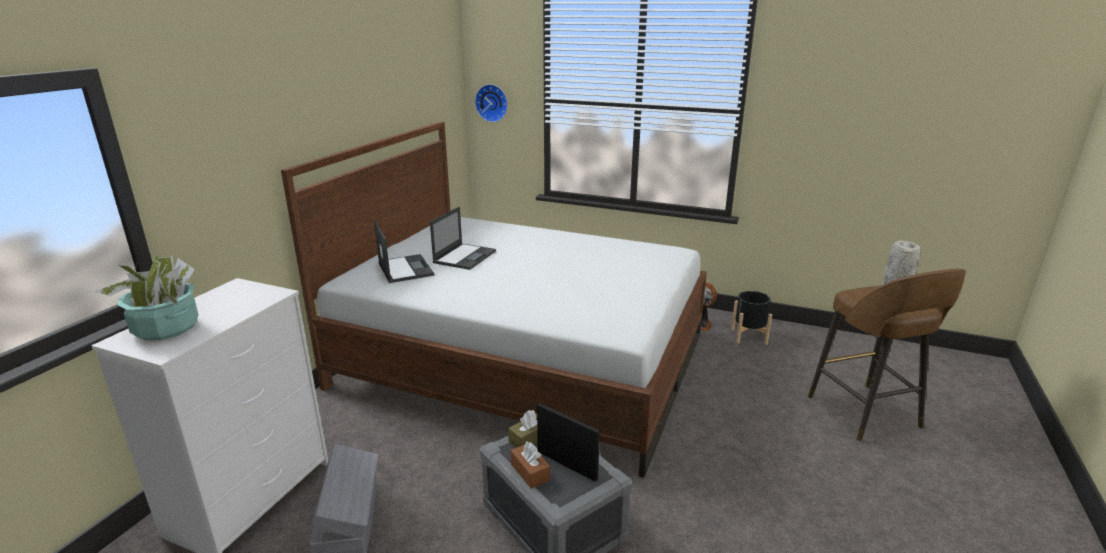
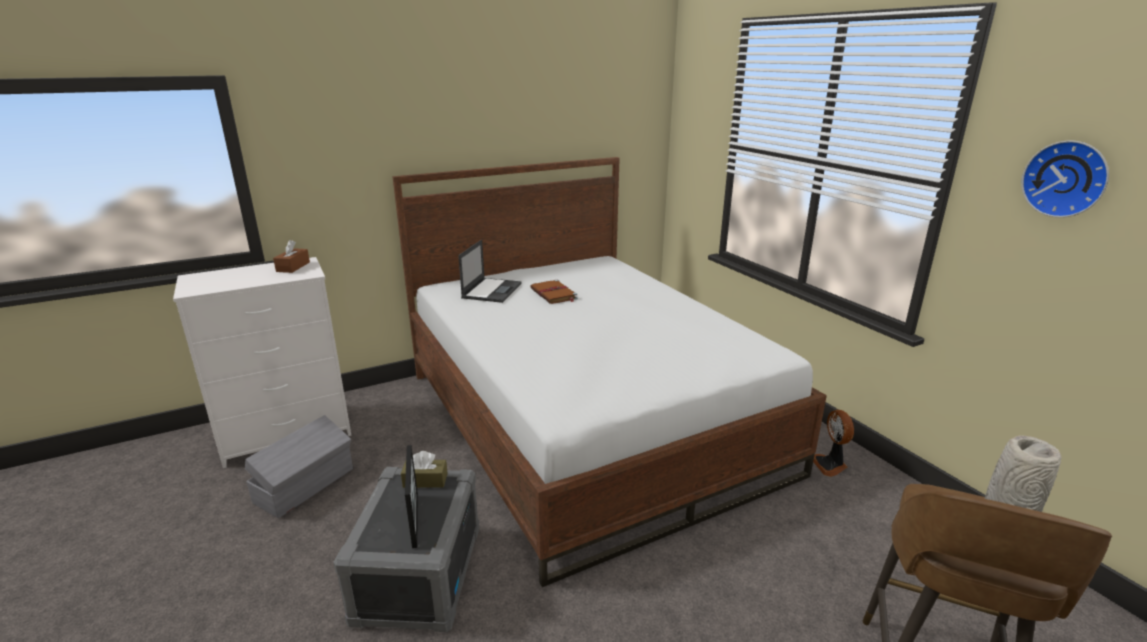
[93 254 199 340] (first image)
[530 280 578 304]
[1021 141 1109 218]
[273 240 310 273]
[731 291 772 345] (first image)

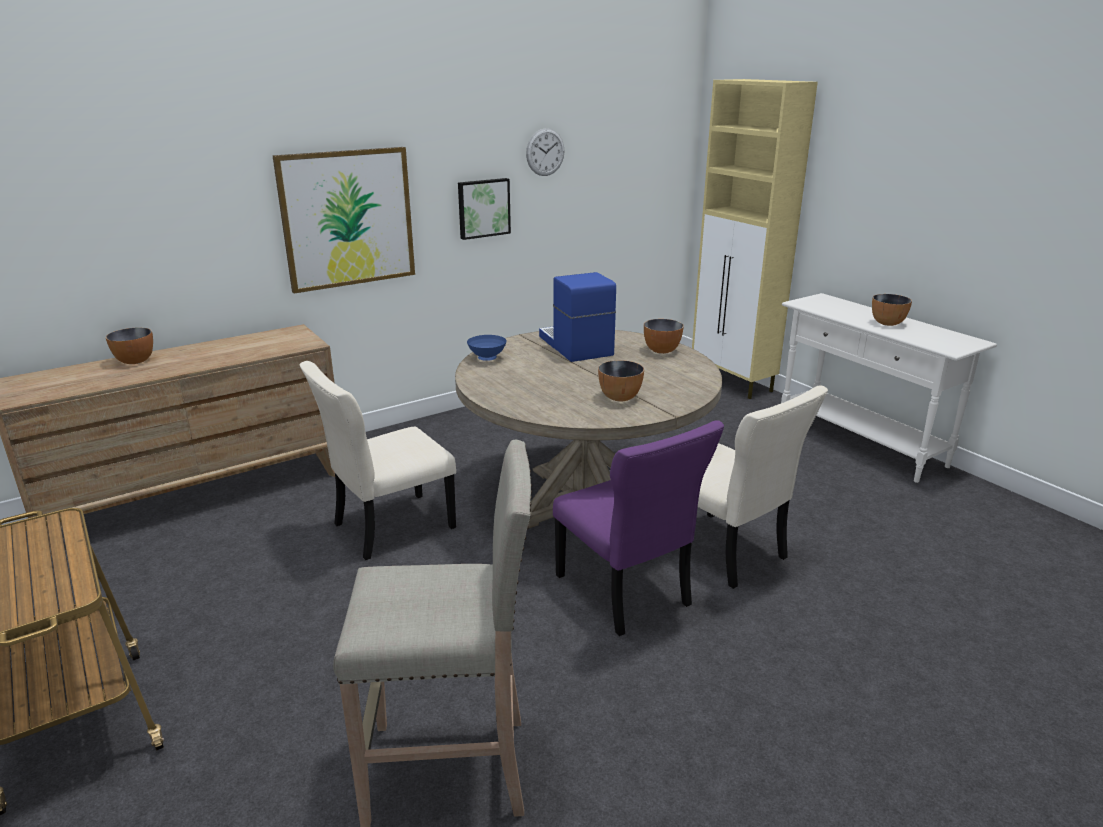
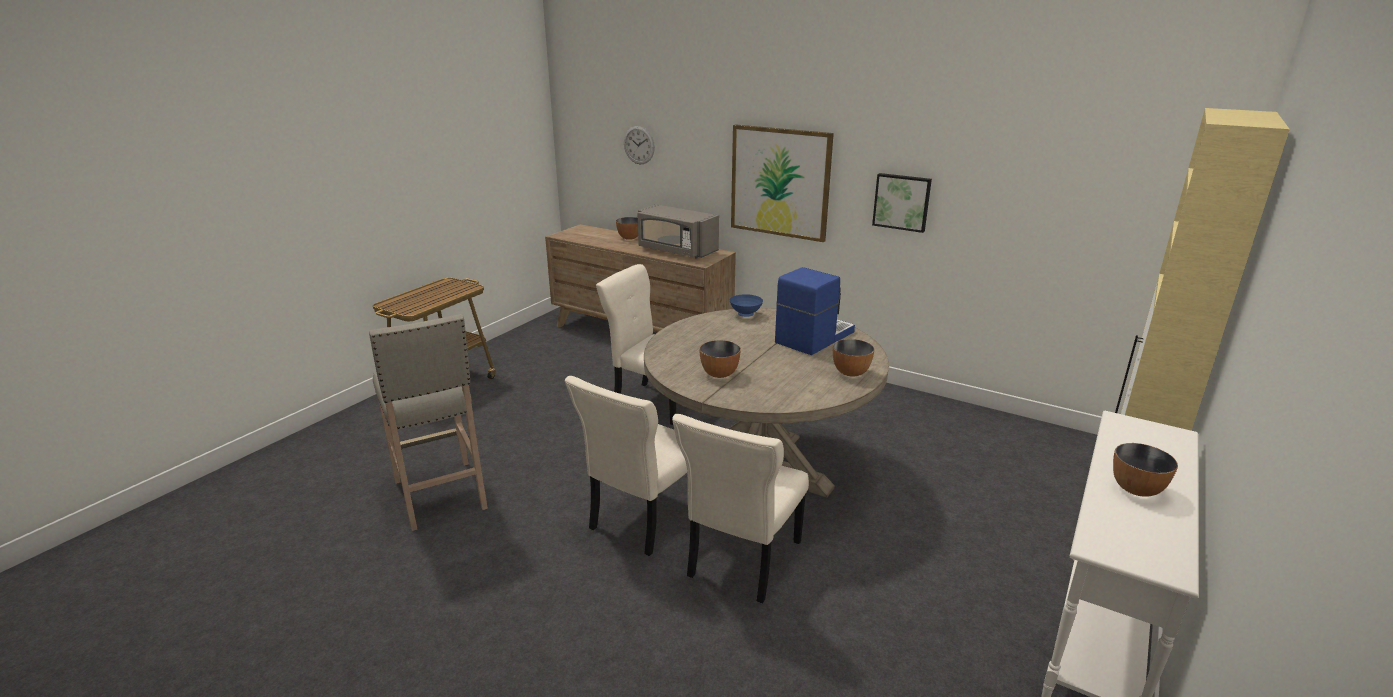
[624 126 655 164]
[565 376 687 556]
[637 204 719 258]

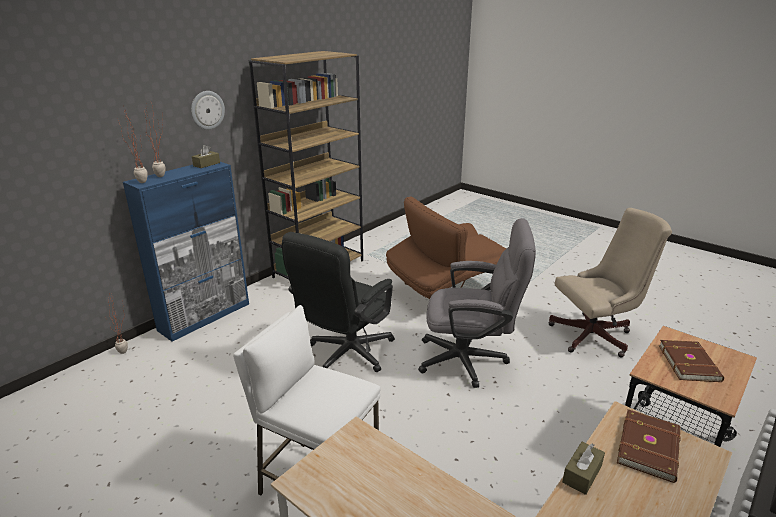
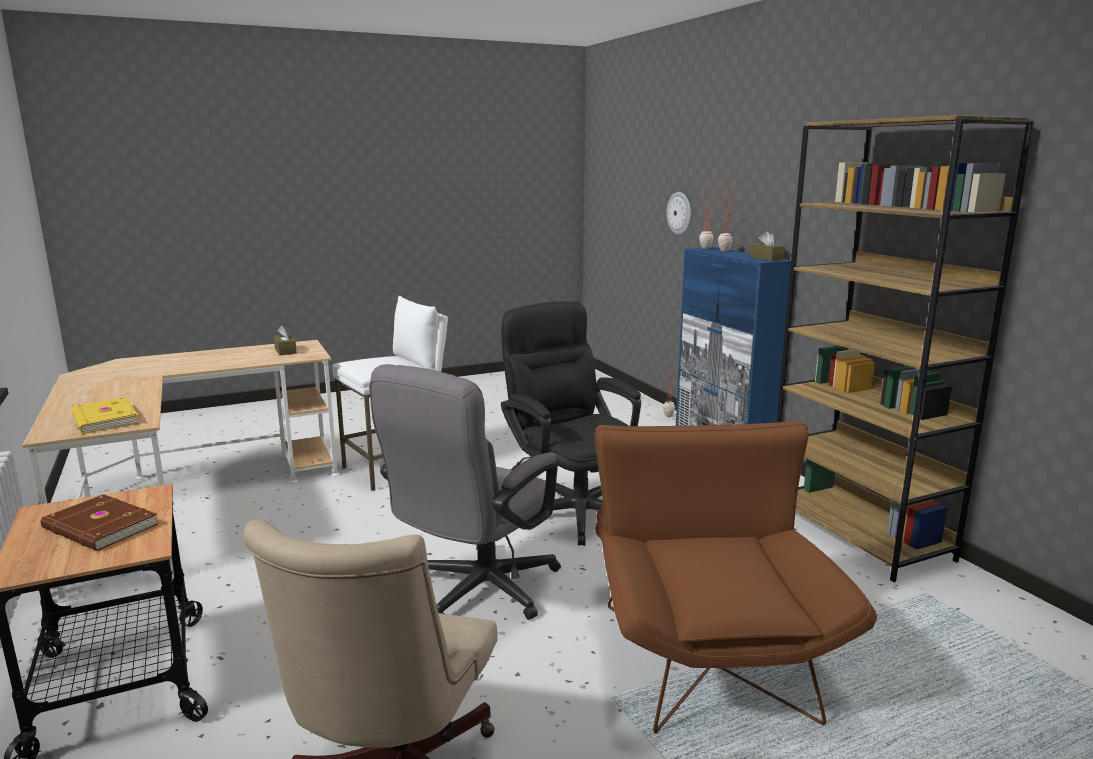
[666 192 691 235]
[274 326 297 356]
[71 397 140 434]

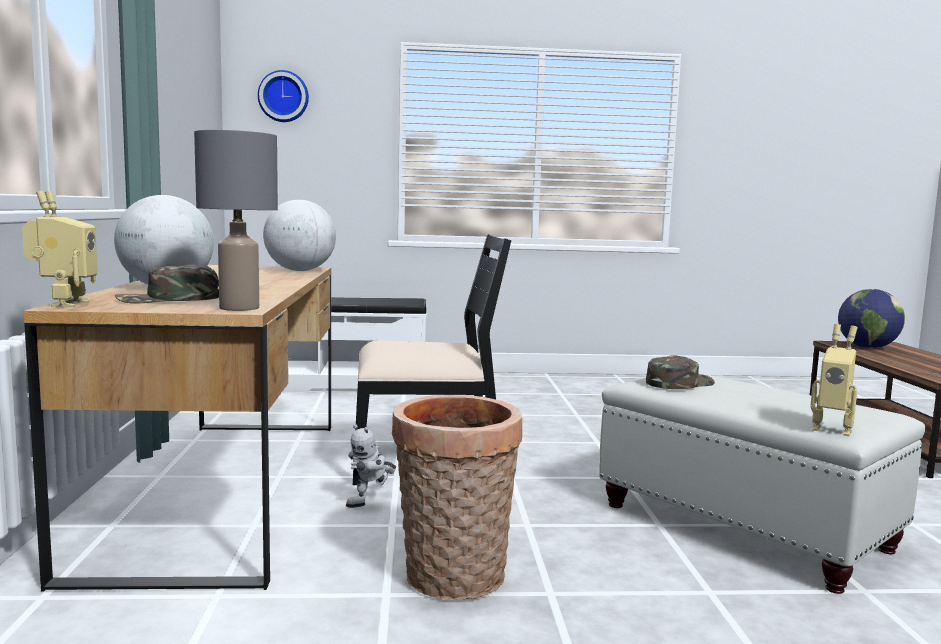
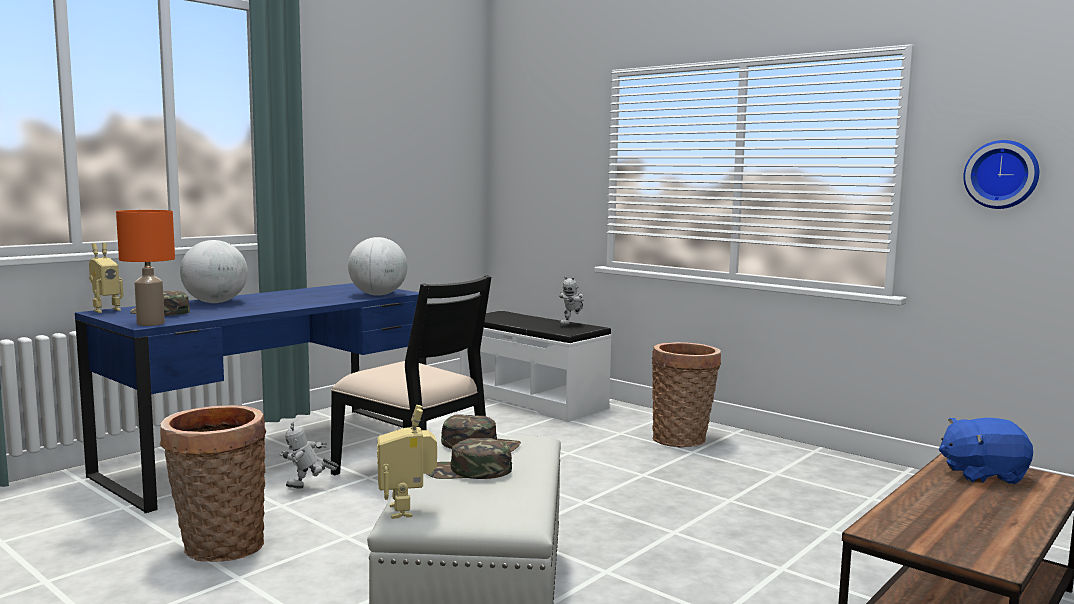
[75 283 427 513]
[116 210 175 326]
[963 140 1039 209]
[939 418 1033 484]
[427 438 512 479]
[559 276 583 325]
[652 342 721 447]

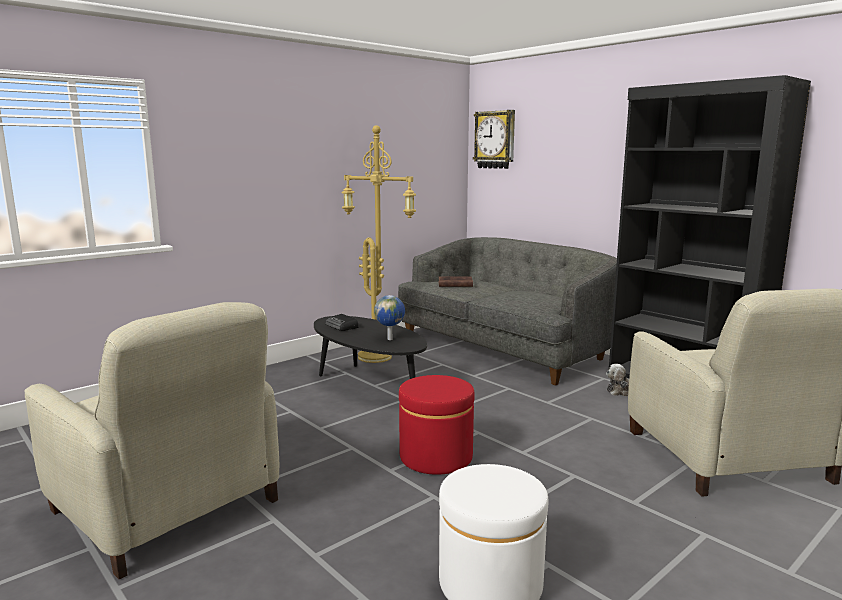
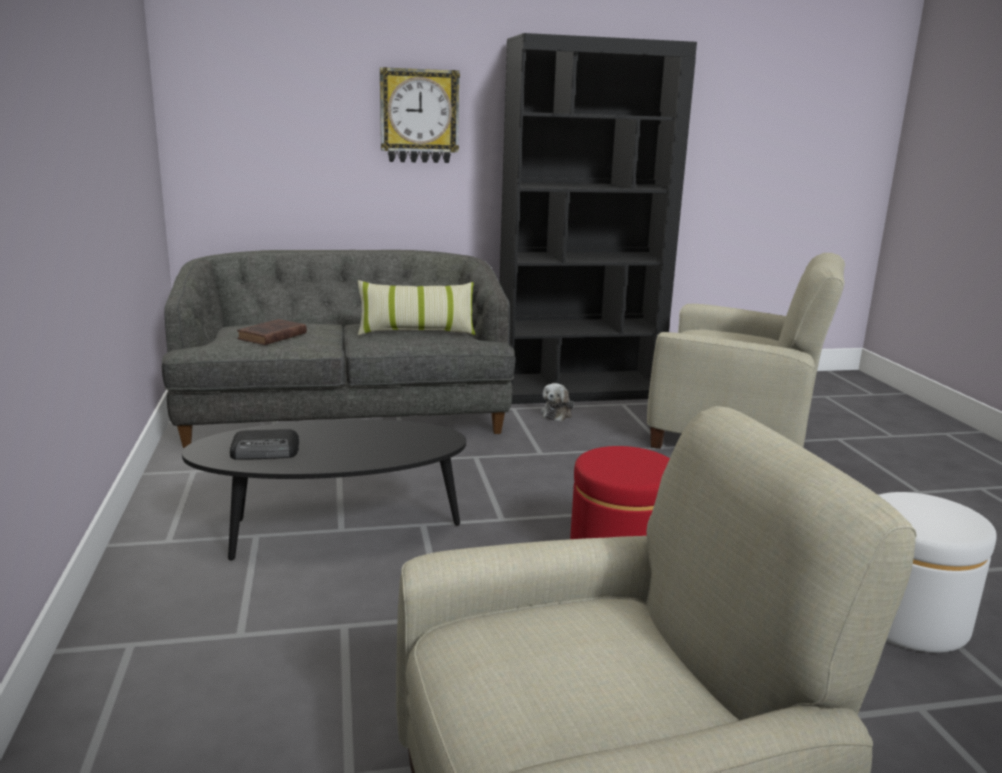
[341 125 416 363] (first image)
[374 295 405 340] (first image)
[380 67 460 163]
[358 280 475 335]

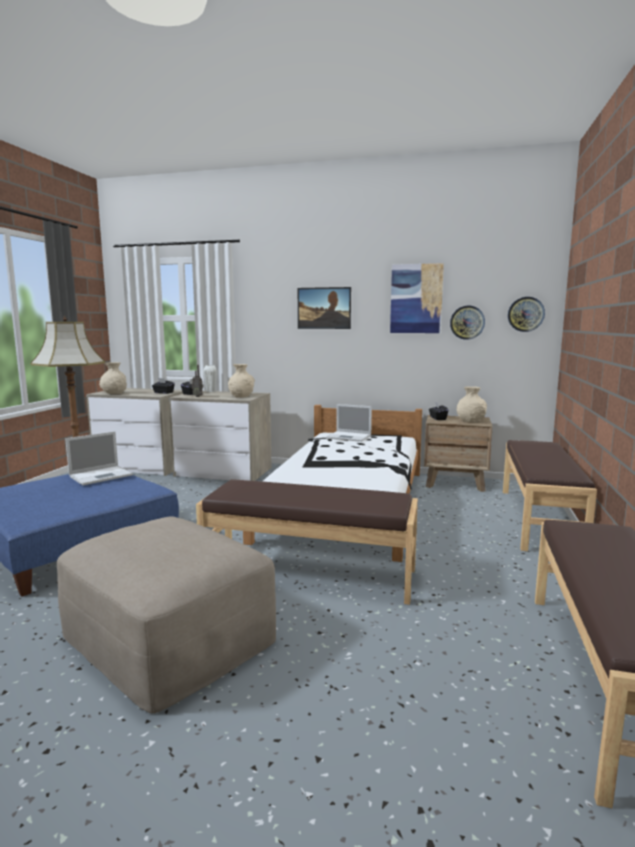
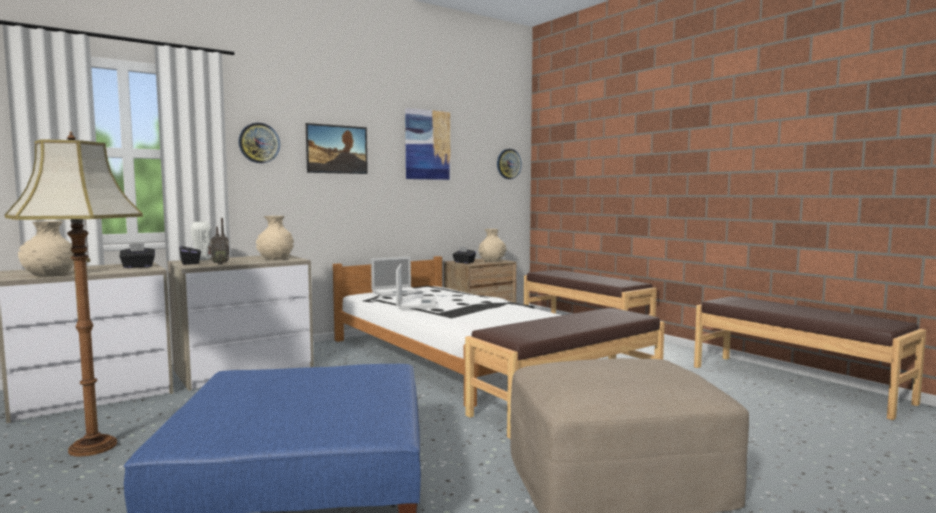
[396 264 436 309]
[239 123 280 163]

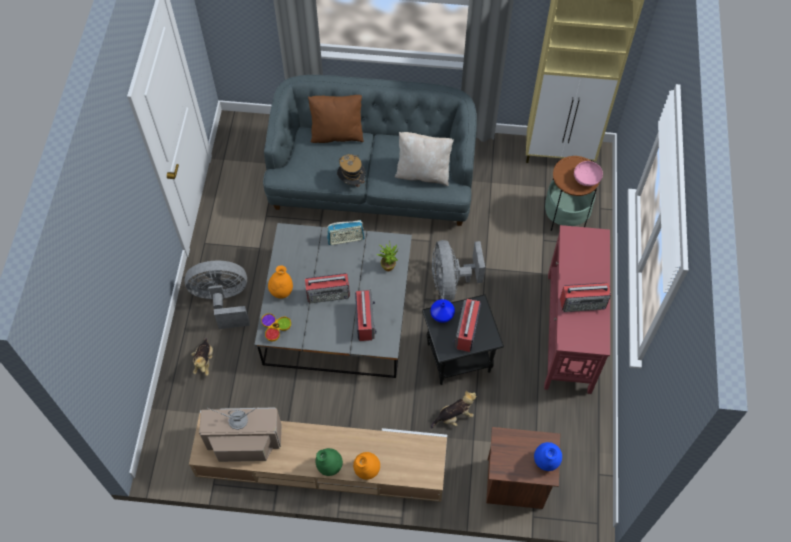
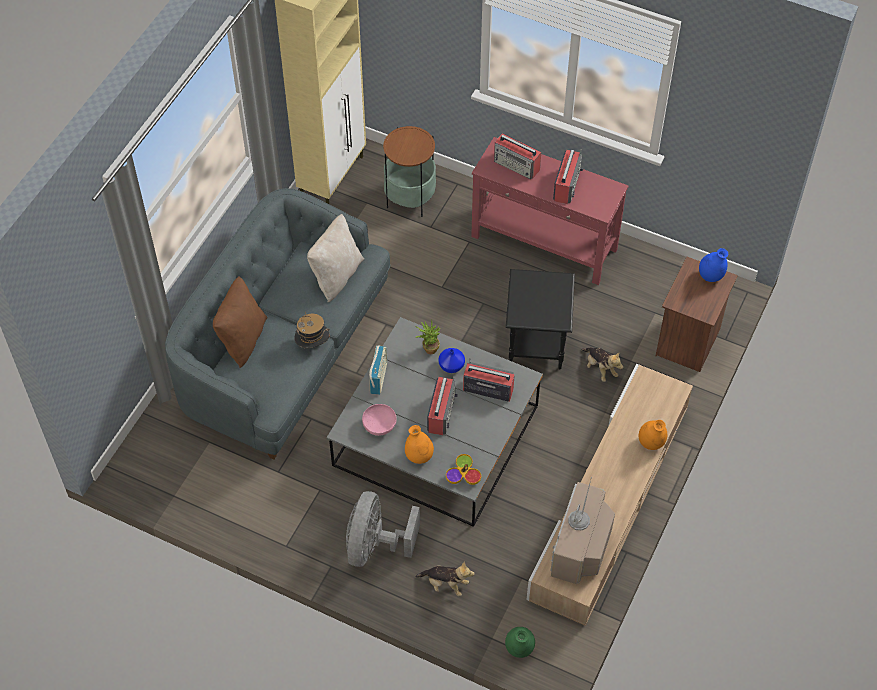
[505 627 535 658]
[438 348 465 373]
[581 347 623 382]
[432 240 485 301] (first image)
[494 134 541 179]
[362 404 397 436]

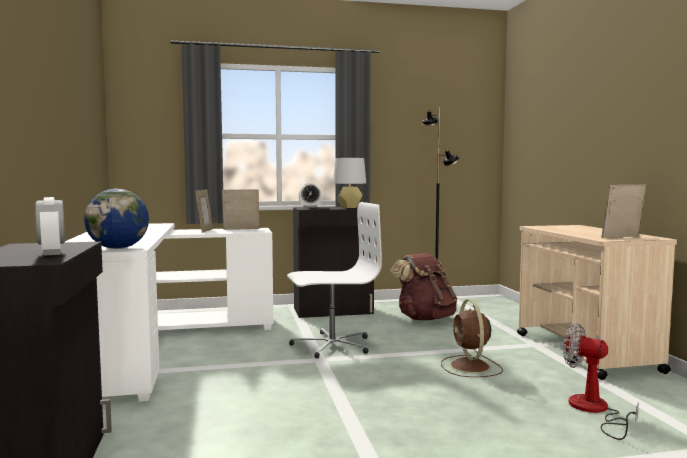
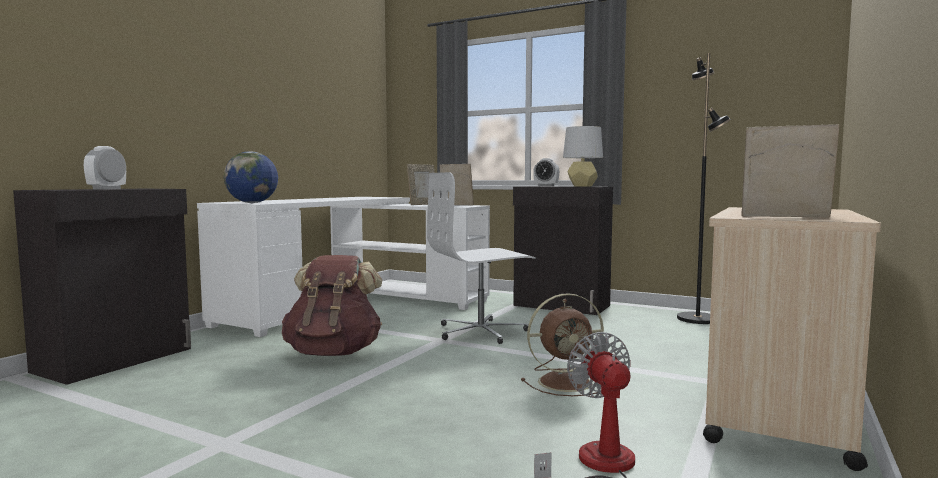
[427 172 536 344]
[282 255 382 356]
[521 293 604 396]

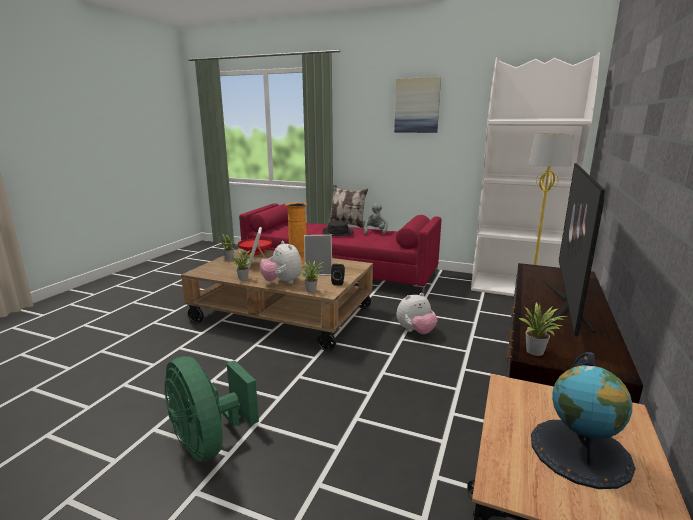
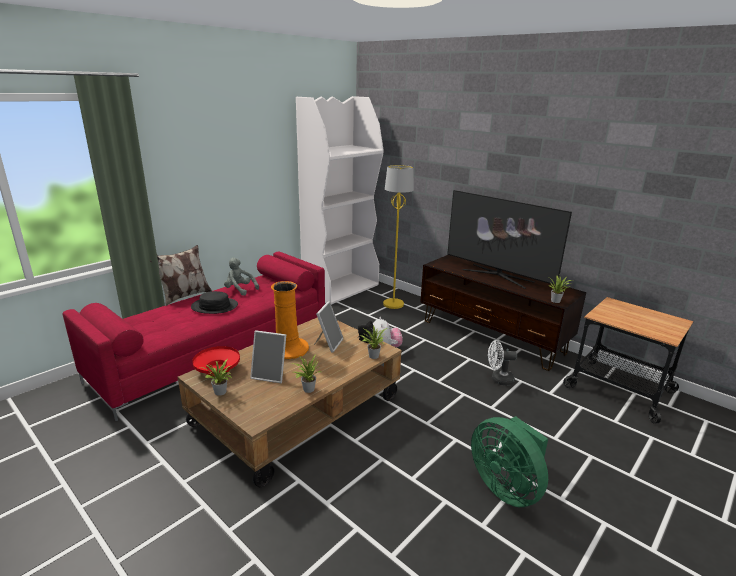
[471 416 548 507]
[260 241 302 284] (first image)
[394 77 441 133] (first image)
[531 352 636 489] (first image)
[488 340 517 386]

